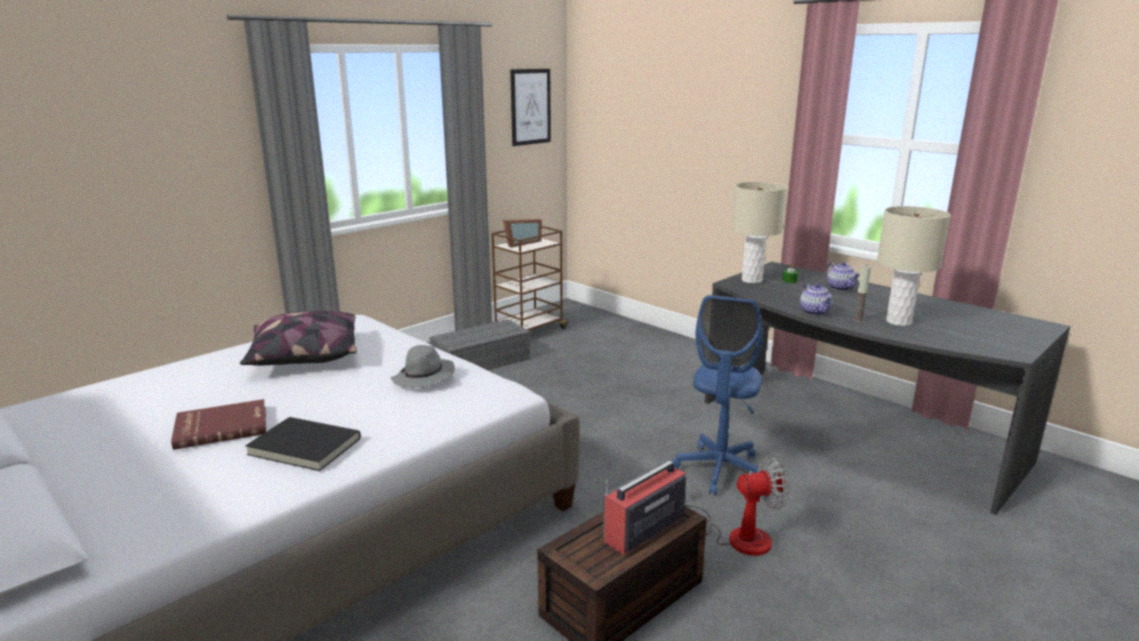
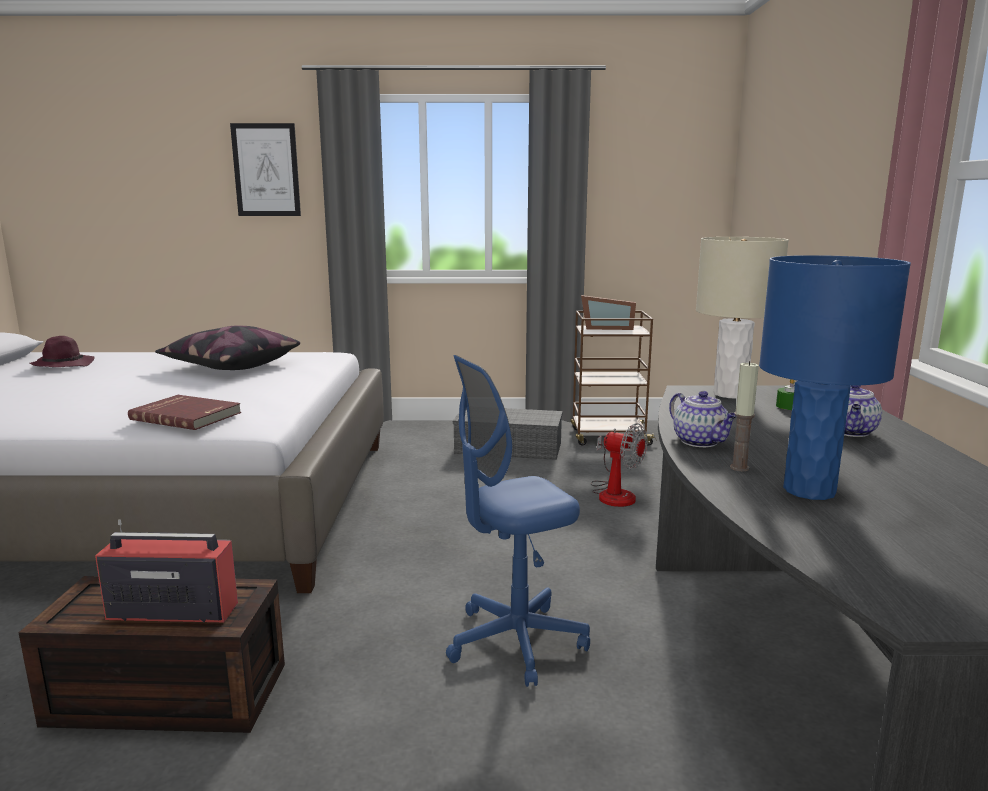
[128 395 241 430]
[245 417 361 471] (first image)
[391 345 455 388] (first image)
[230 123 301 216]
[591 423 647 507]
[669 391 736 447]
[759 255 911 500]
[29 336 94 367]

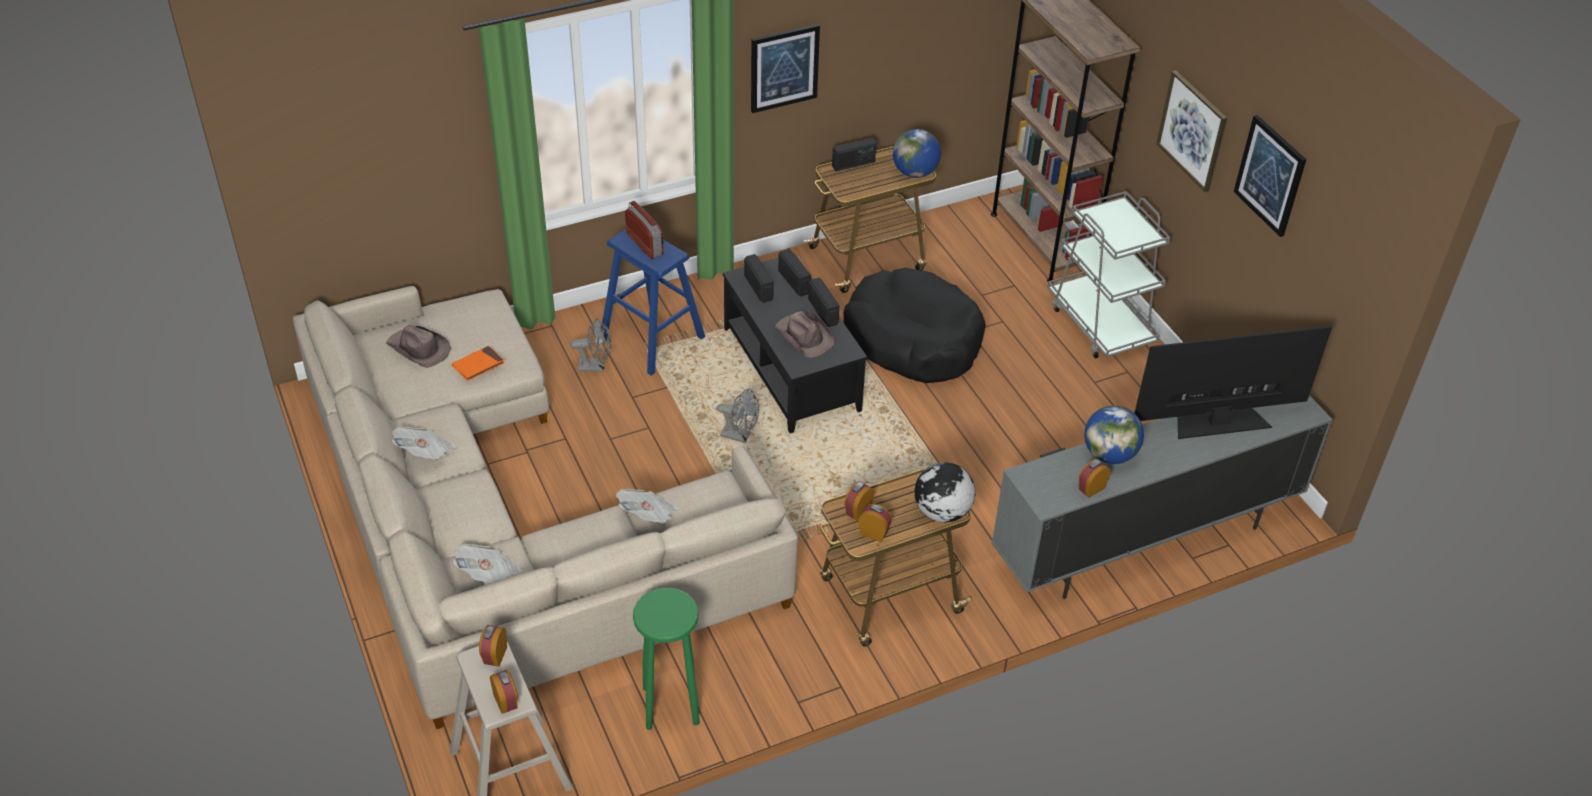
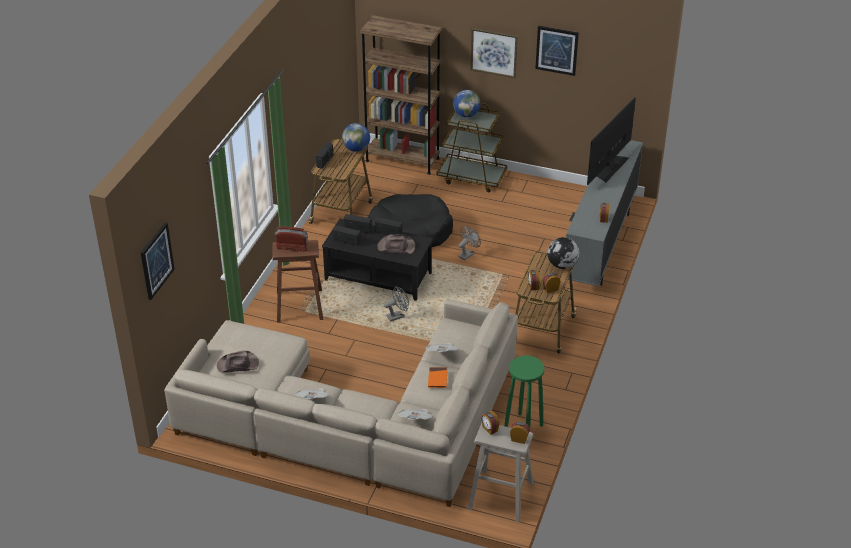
[428 367 448 388]
[458 226 481 261]
[272 240 323 323]
[141 222 175 300]
[437 103 507 192]
[453 90 481 117]

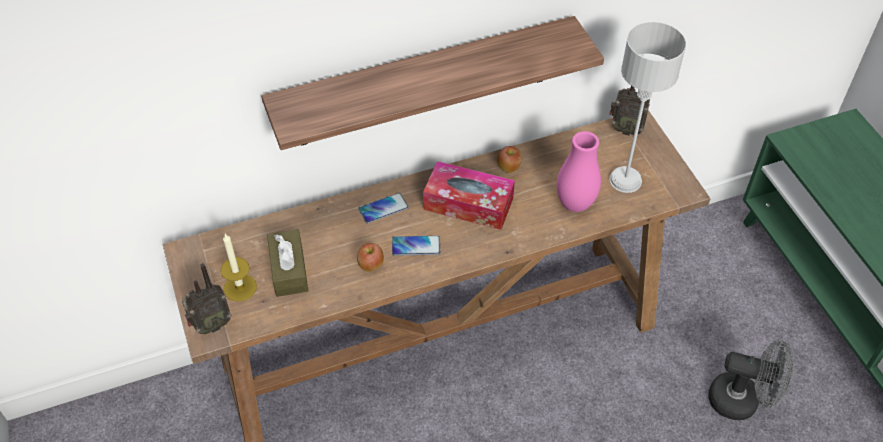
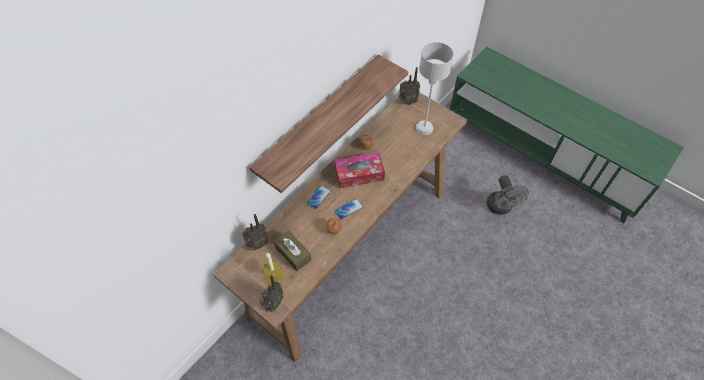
[557 131 601 212] (first image)
[487 175 529 215]
[242 214 269 250]

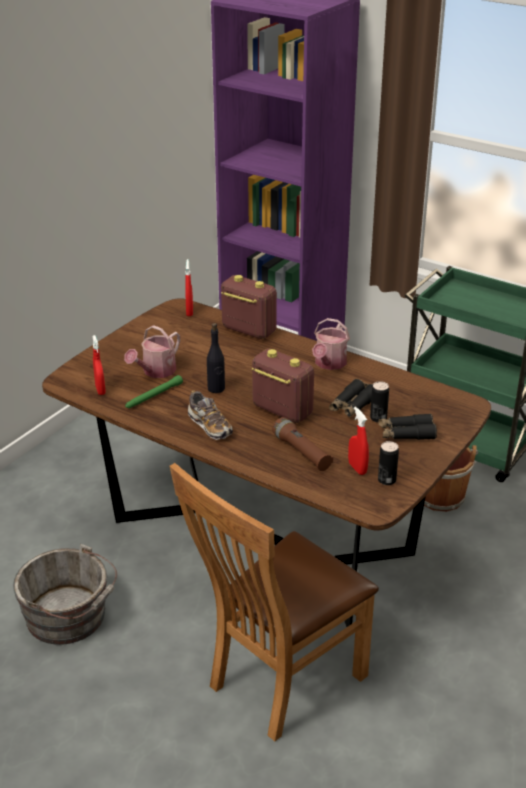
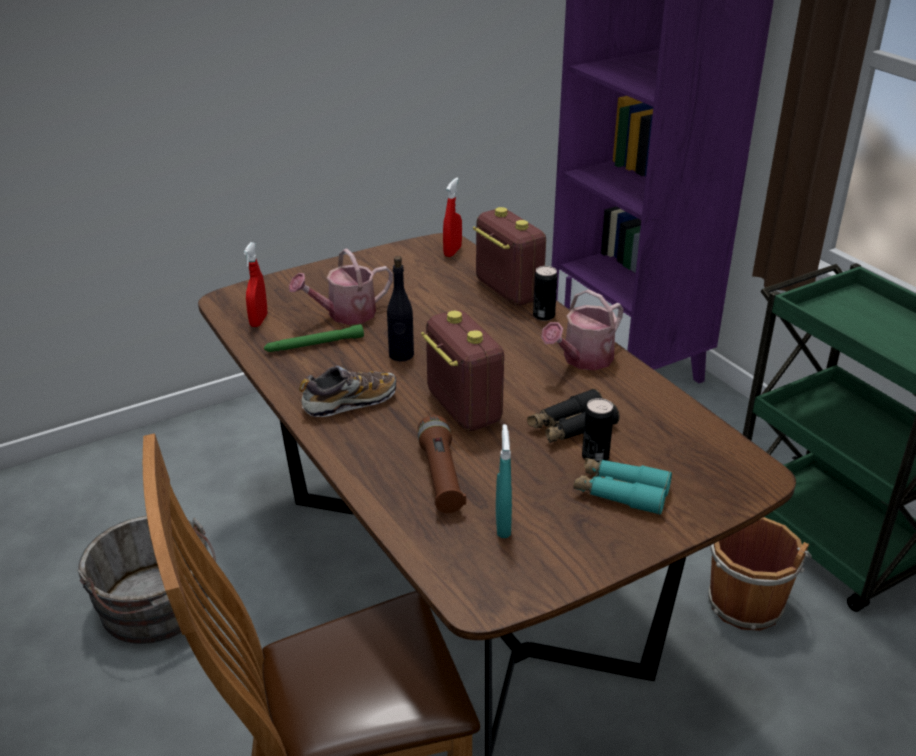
[299 365 396 417]
[496 424 512 538]
[574 458 672 515]
[533 266 557 321]

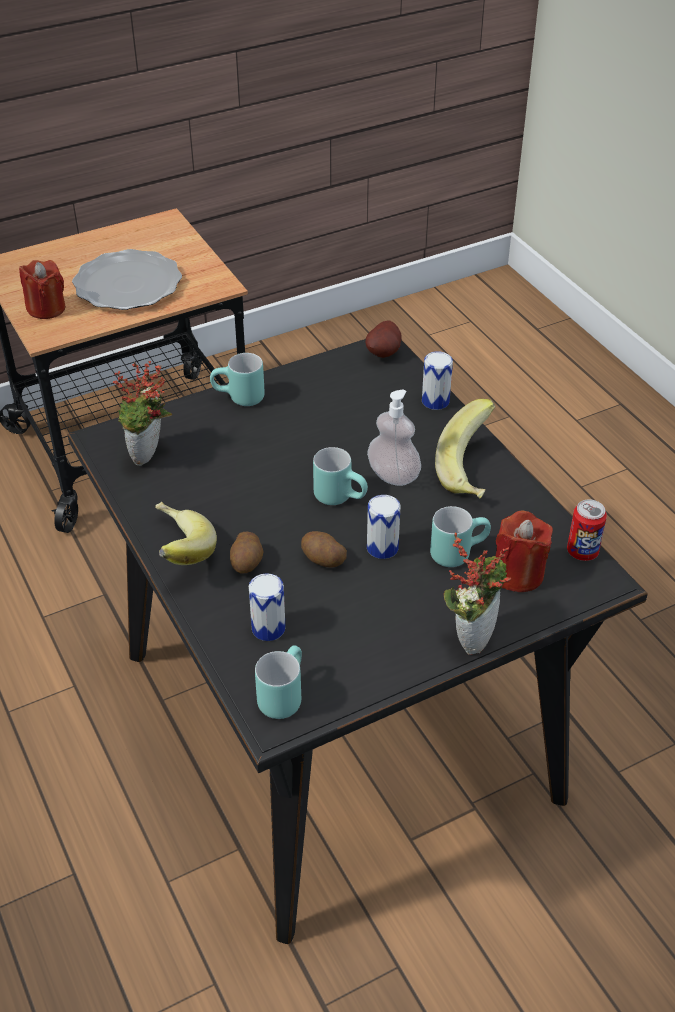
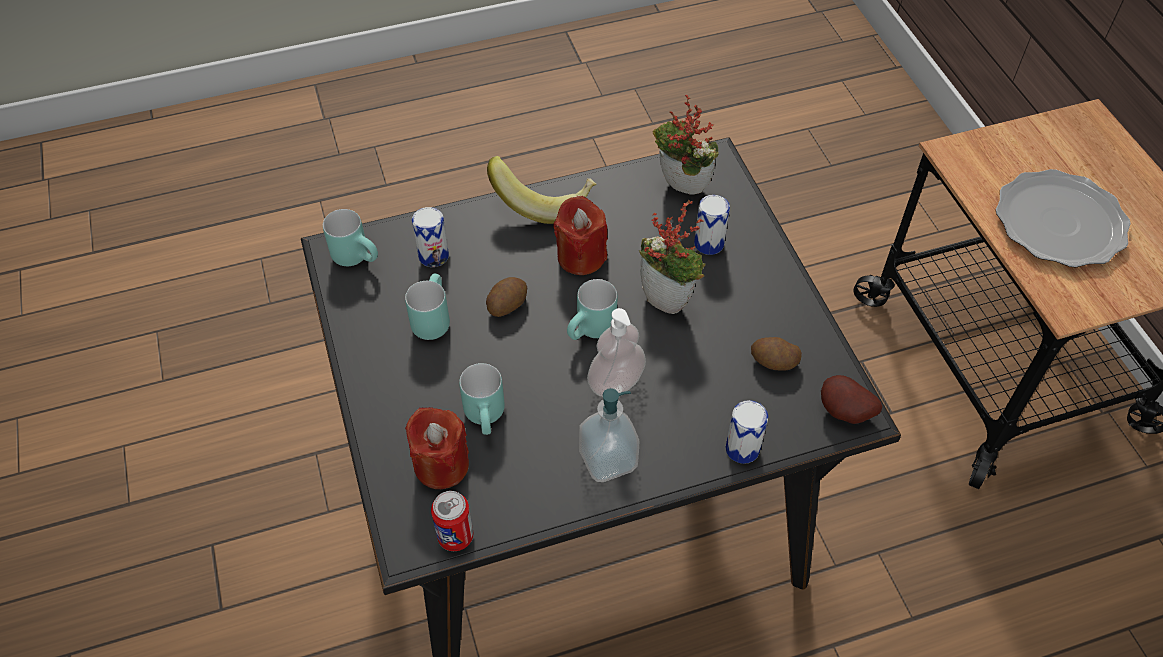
[553 196 608 275]
[405 273 450 340]
[751 337 802 371]
[694 195 730 255]
[579 388 639 482]
[639 200 705 314]

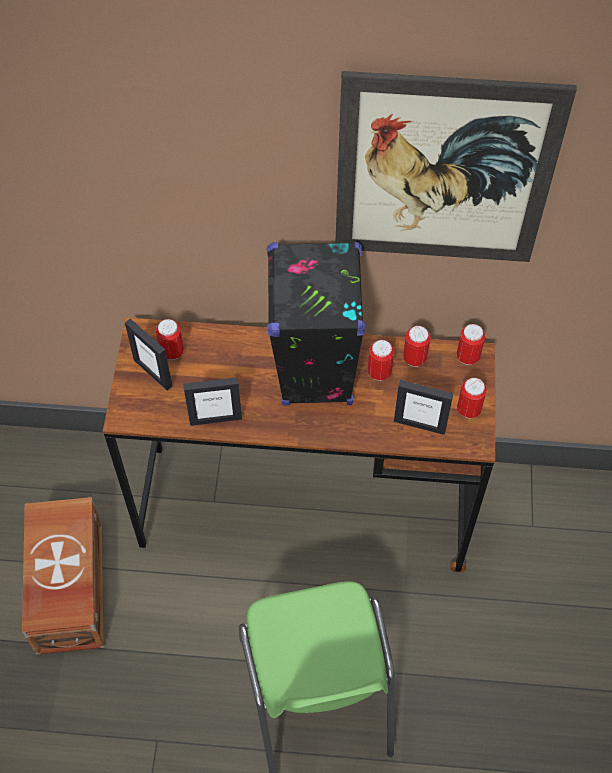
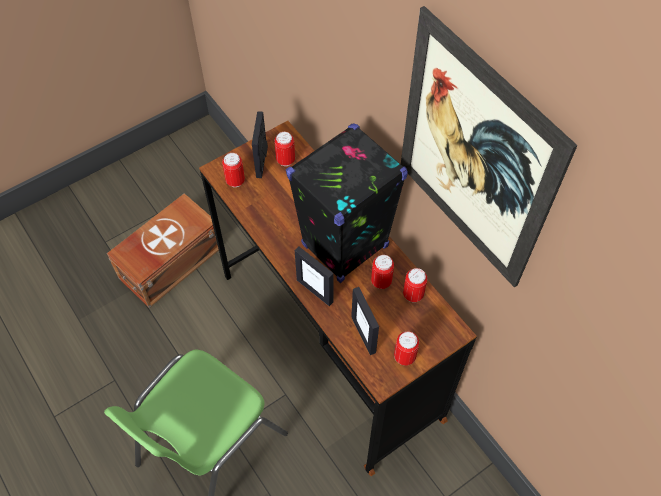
[295 247 334 306]
[222 153 245 187]

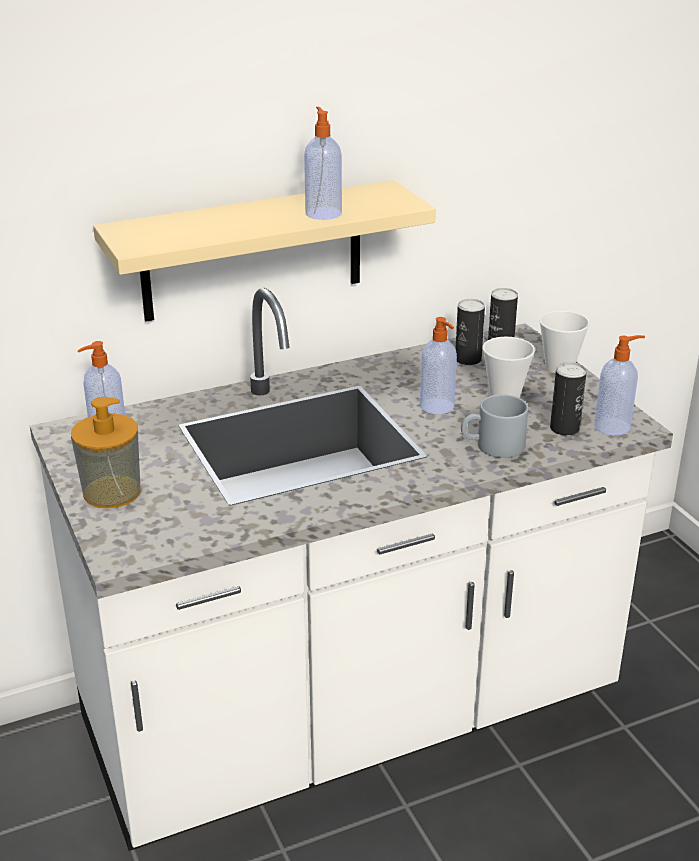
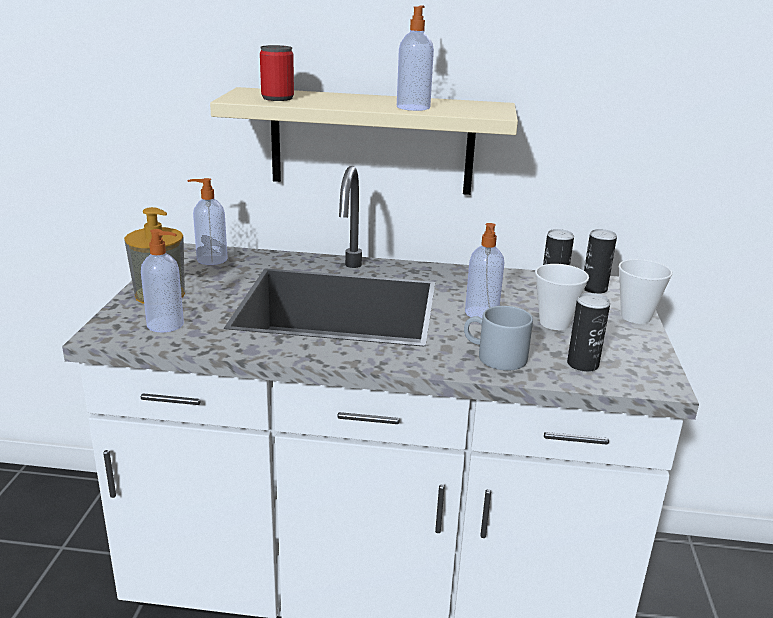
[141 229 184 333]
[260 45 294 101]

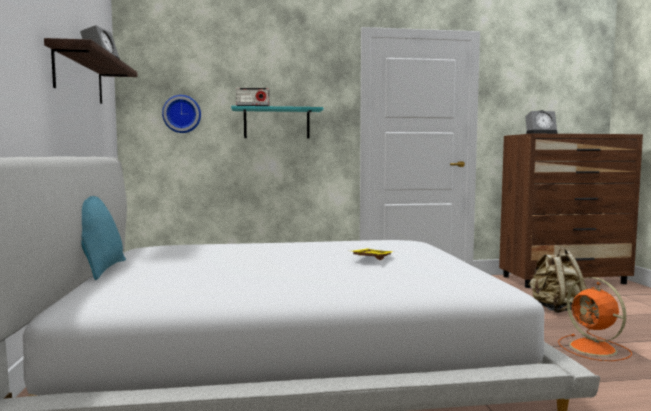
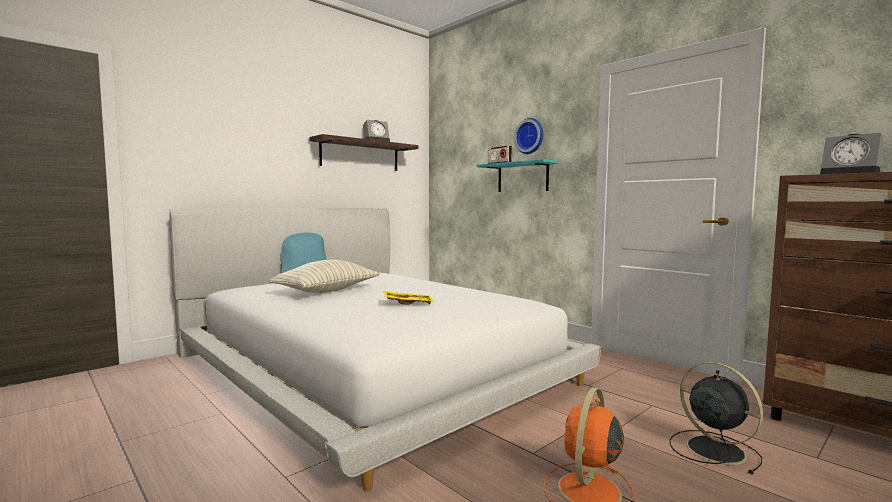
[514 118 543 154]
[670 362 763 474]
[269 260 380 293]

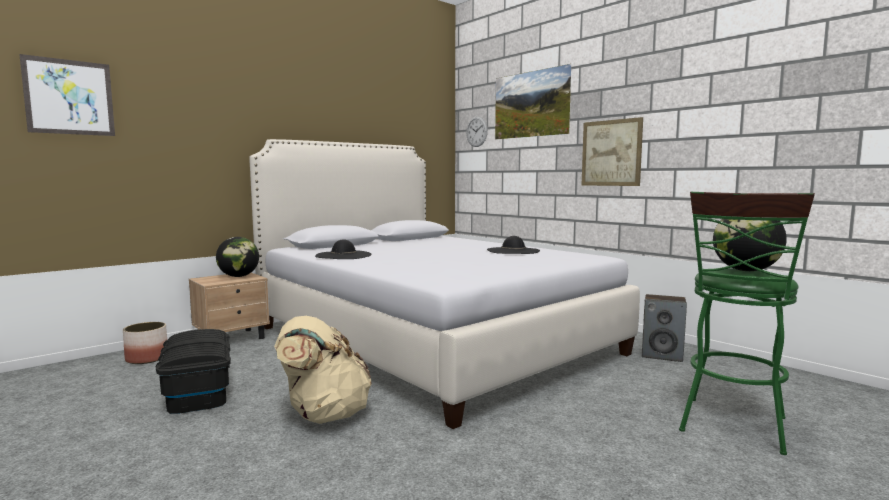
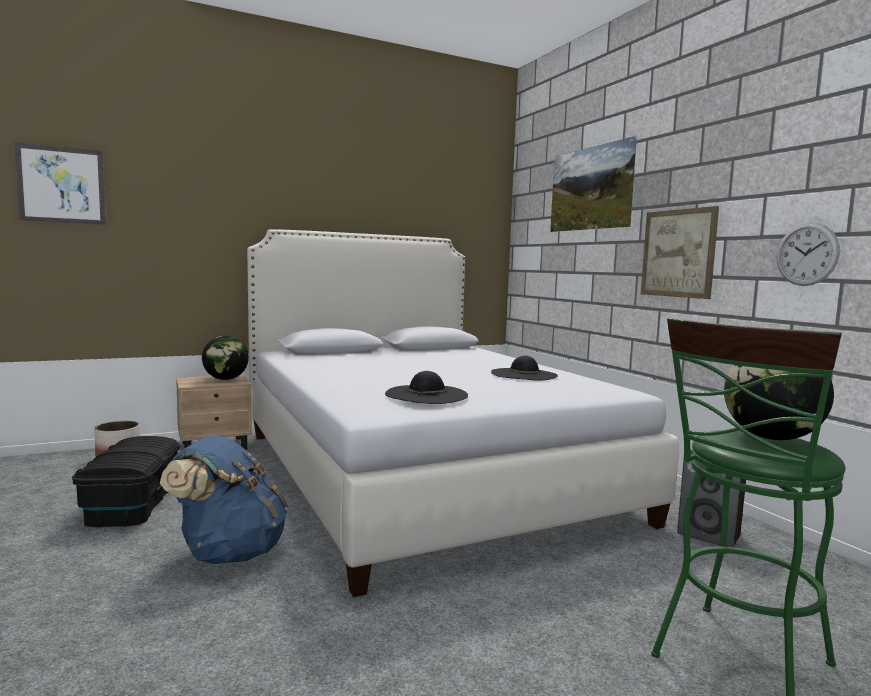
[160 436 288 564]
[385 371 468 404]
[777 222 840 286]

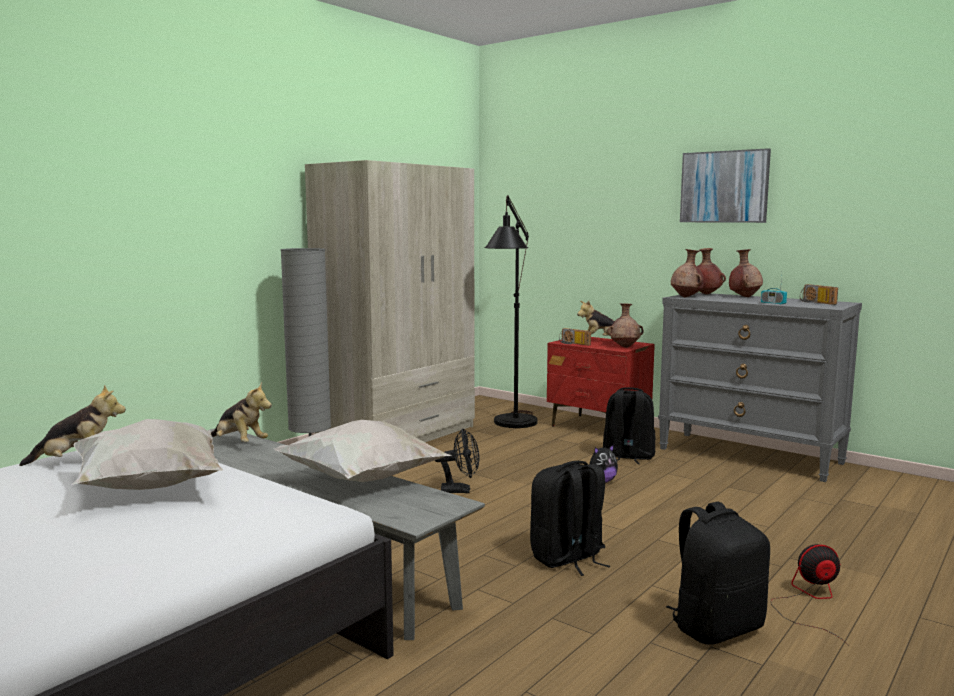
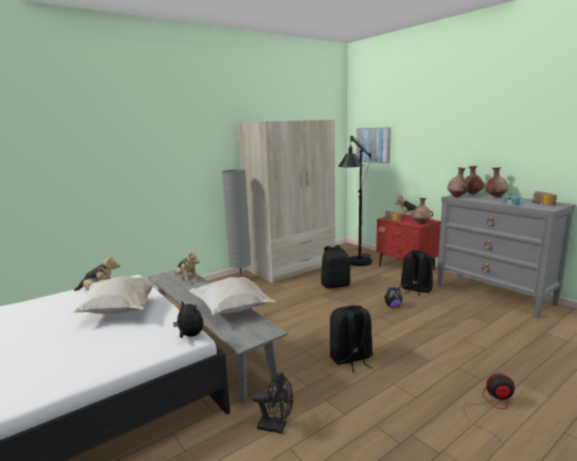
[252 373 293 434]
[321 245 350 289]
[356 127 391 163]
[173 301 203 338]

